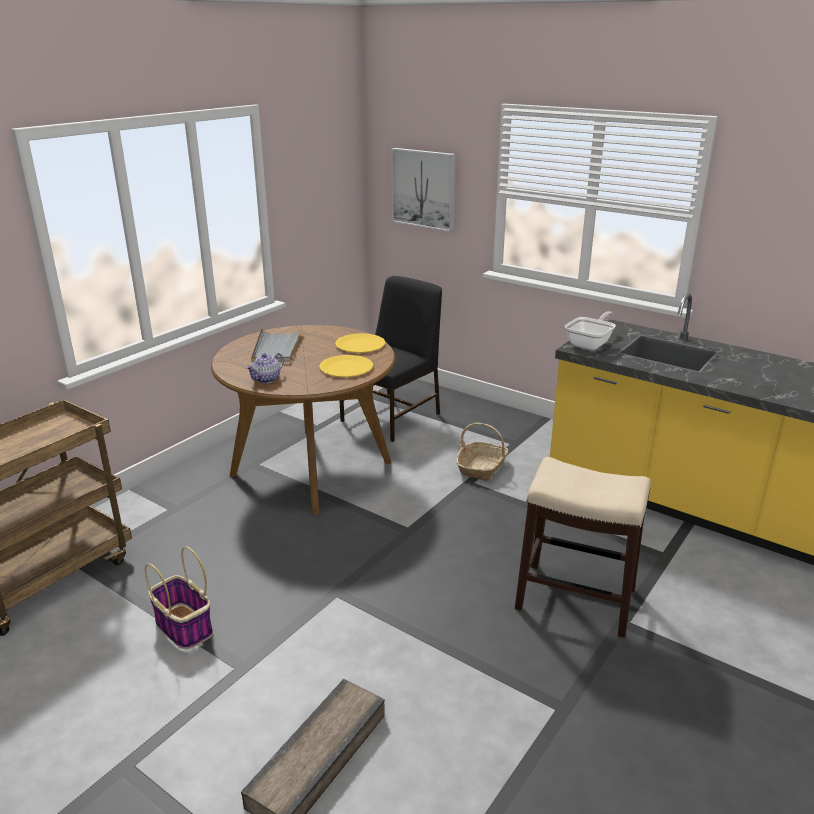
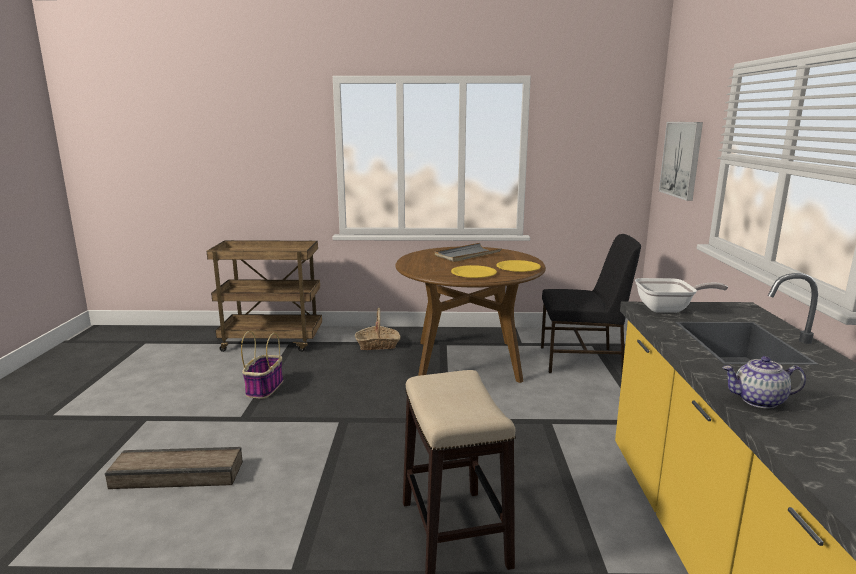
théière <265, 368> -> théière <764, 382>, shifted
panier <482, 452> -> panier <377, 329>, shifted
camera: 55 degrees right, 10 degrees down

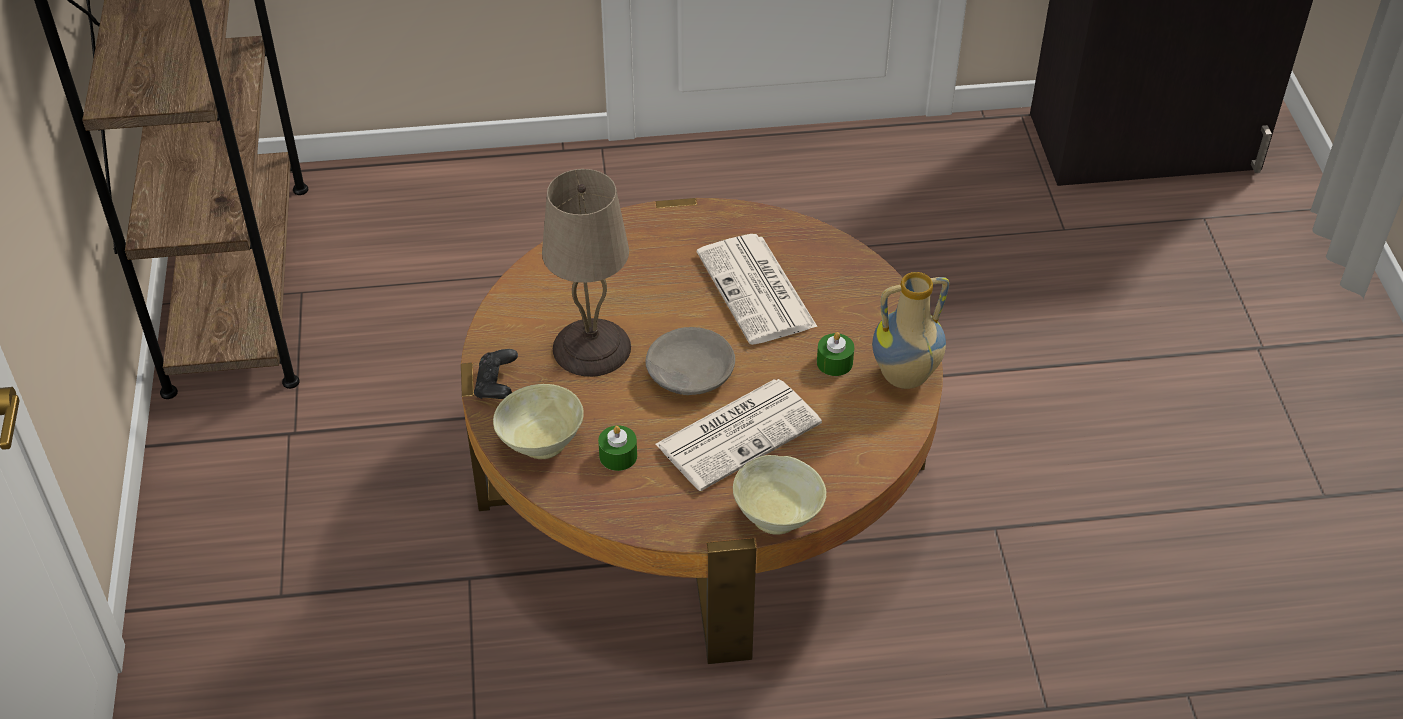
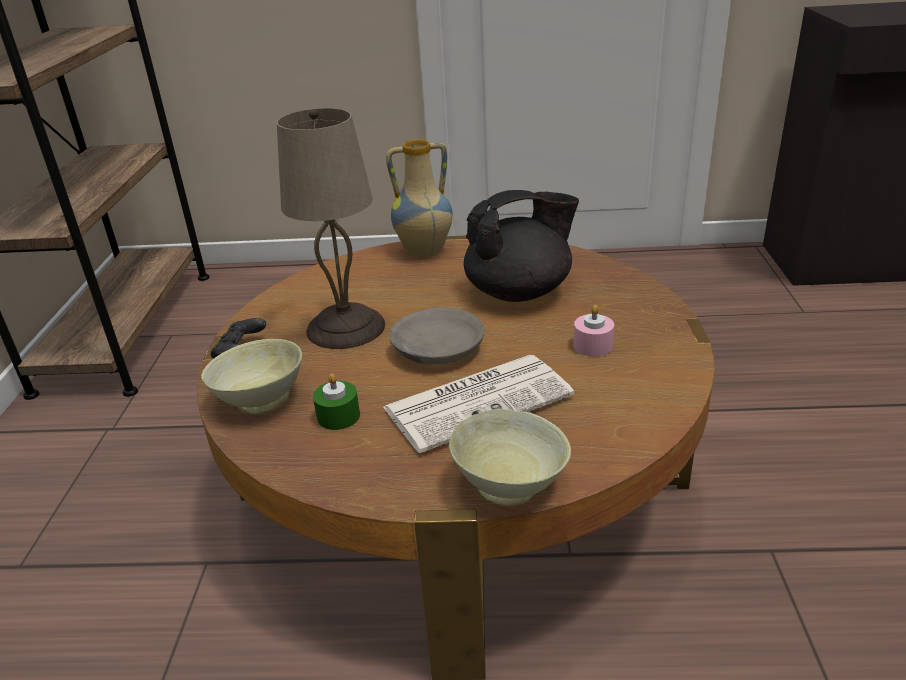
journal <757, 289> -> théière/noir <521, 246>
vase <910, 330> -> vase <419, 198>, shifted
bougie/vert <835, 354> -> bougie/rose <594, 331>
camera: 10 degrees right, 15 degrees down

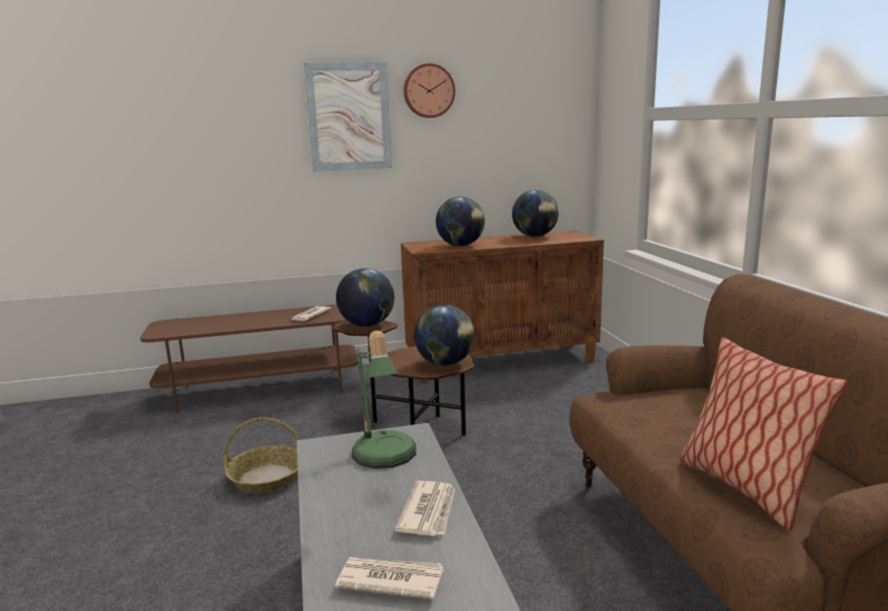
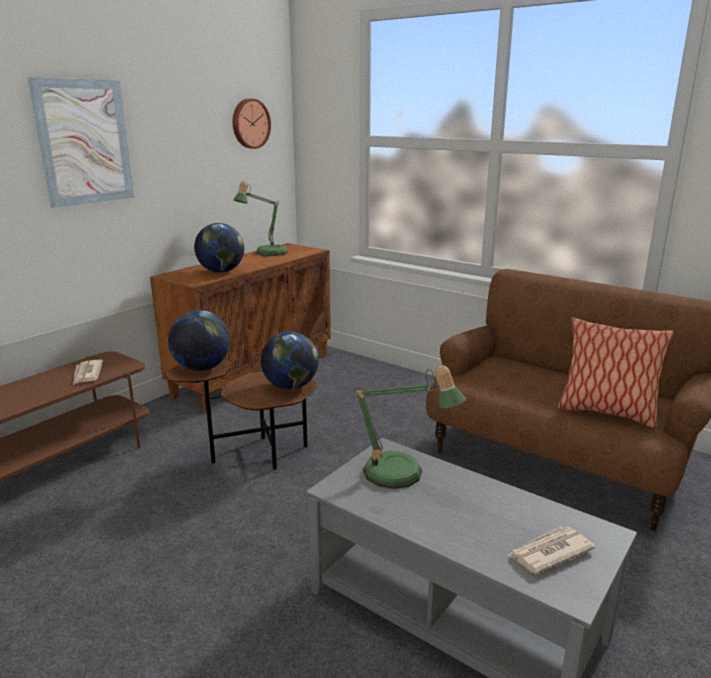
horloge murale <429, 90> -> horloge murale <252, 124>, shifted
globe <535, 213> -> lampe de table <260, 218>
panier <262, 455> -> none
journal <425, 508> -> none
camera: 40 degrees left, 5 degrees up

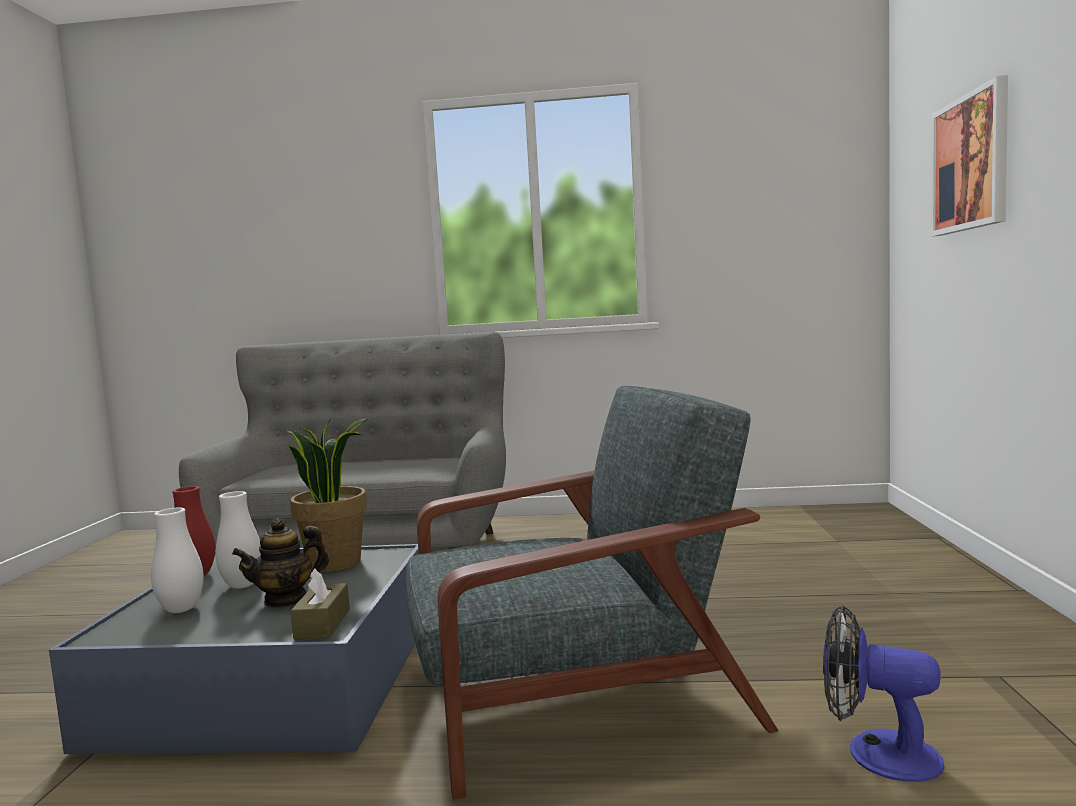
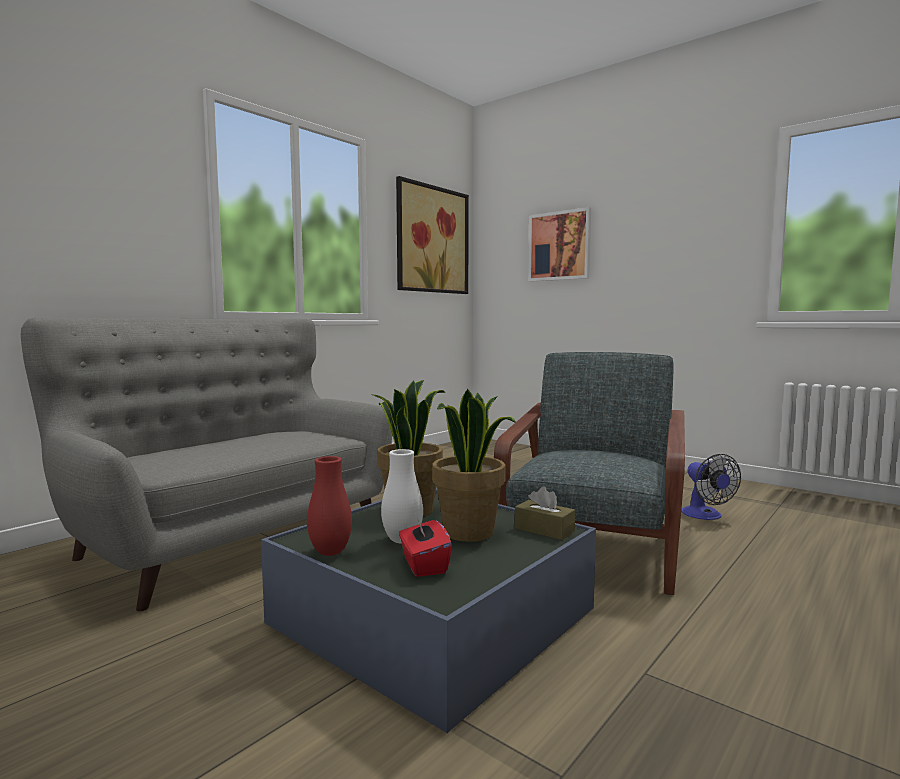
vase/blanc <177, 560> -> boîte à mouchoirs/rouge <425, 545>
théière <280, 563> -> plante en pot <474, 465>
ventilateur <883, 693> -> ventilateur <711, 487>, 75 degrees counterclockwise
none -> tableau <432, 235>
camera: 55 degrees left, 0 degrees up

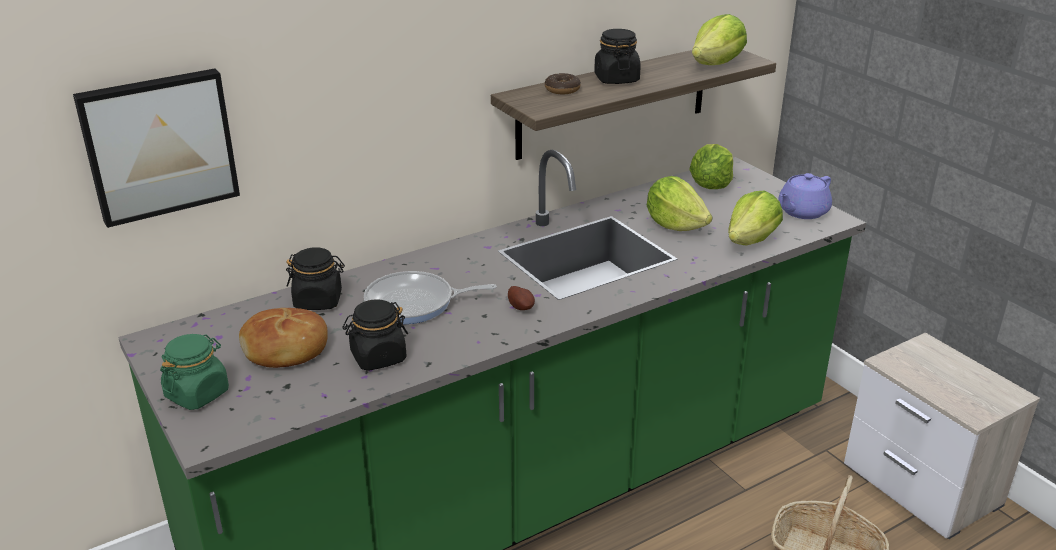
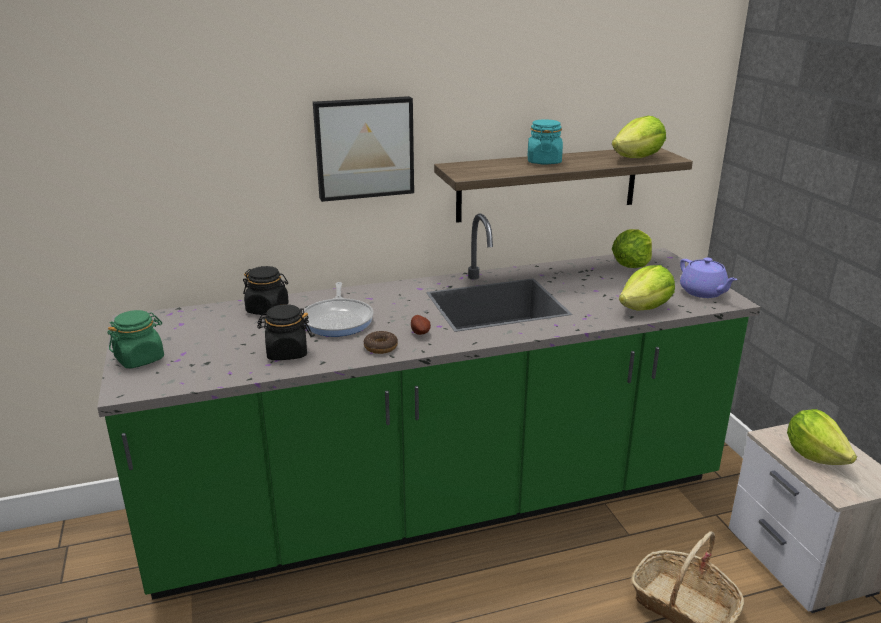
bocal/noir <617, 56> -> bocal/turquoise <545, 142>
tableau <156, 148> -> tableau <363, 149>, shifted
beignet <563, 83> -> beignet <381, 342>, shifted
théière/violet <805, 196> -> théière/violet <709, 278>, 90 degrees counterclockwise
laitue <680, 203> -> laitue <822, 437>, shifted
poêle <430, 297> -> poêle <338, 309>, 105 degrees counterclockwise
pain <283, 338> -> none
camera: 15 degrees right, 5 degrees down

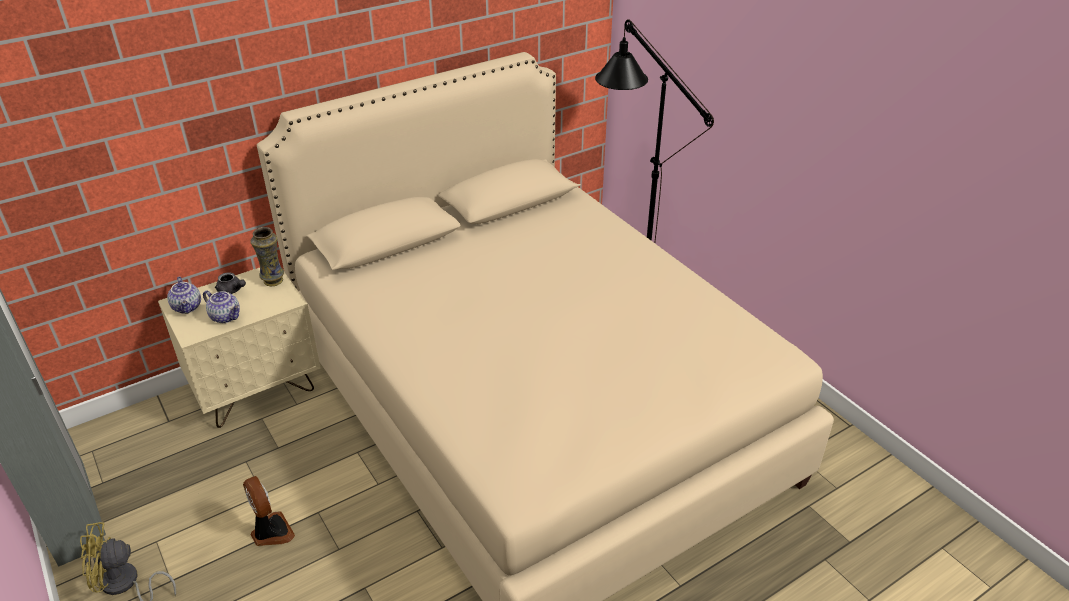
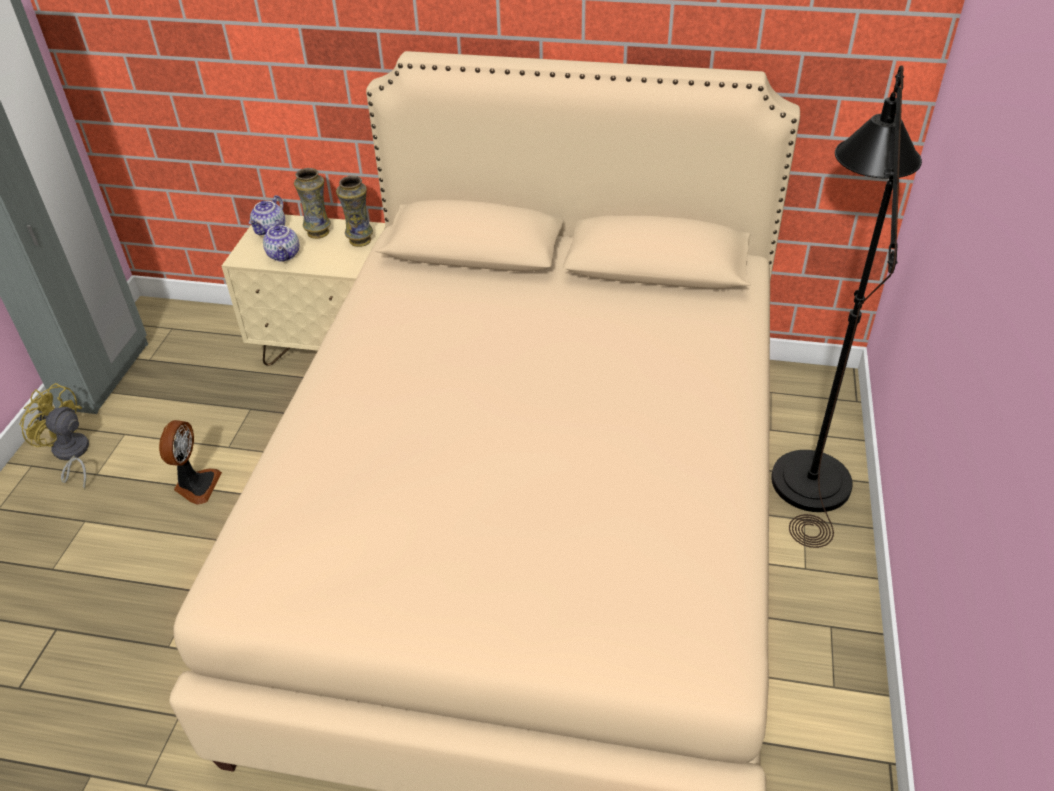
théière/gris <230, 283> -> vase <312, 203>
camera: 45 degrees right, 5 degrees up

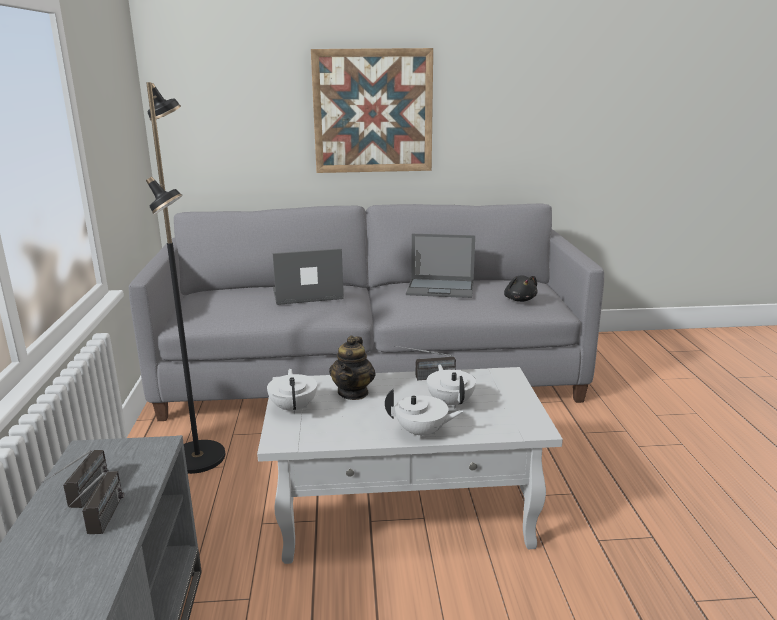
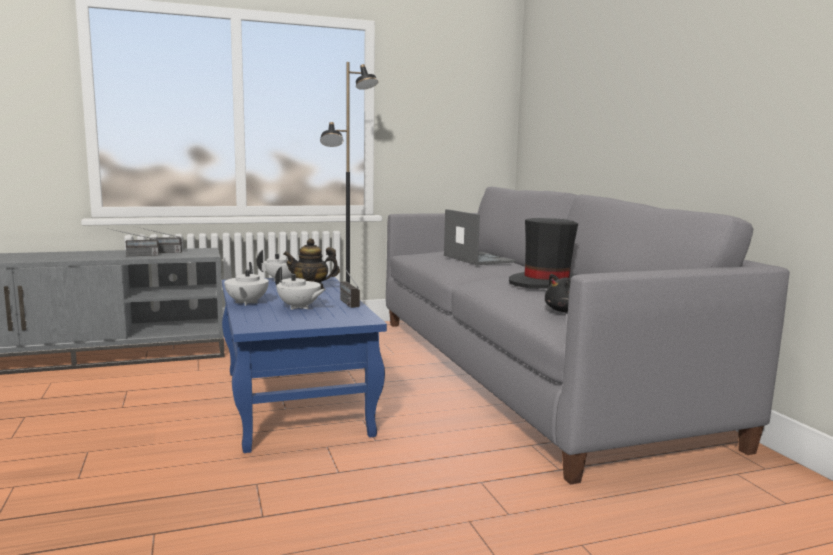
tableau <372, 110> -> none
ordinateur portable <440, 266> -> chapeau/noir <543, 253>
théière/blanc <451, 386> -> théière/blanc <300, 288>, 60 degrees clockwise
table basse/blanc <410, 465> -> table basse/bleu <304, 364>
camera: 75 degrees right, 10 degrees down

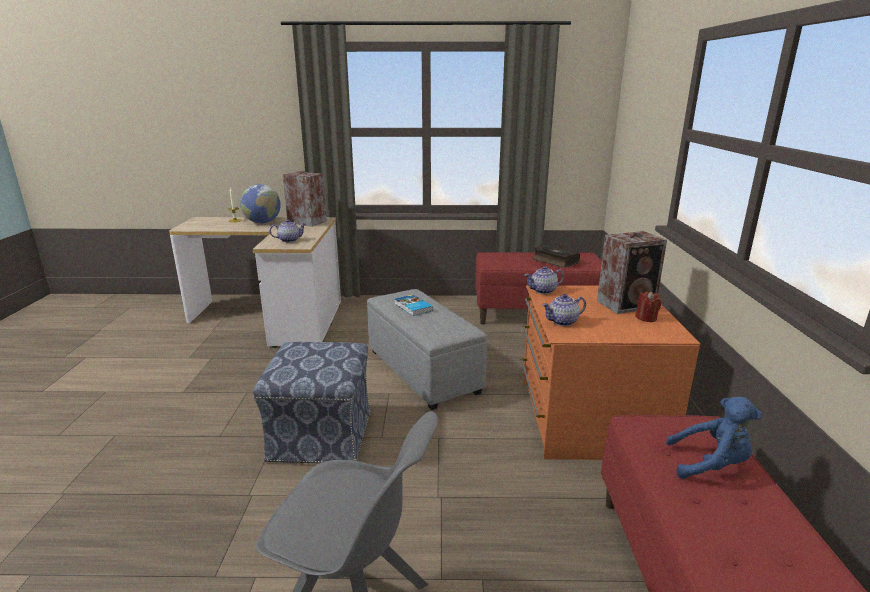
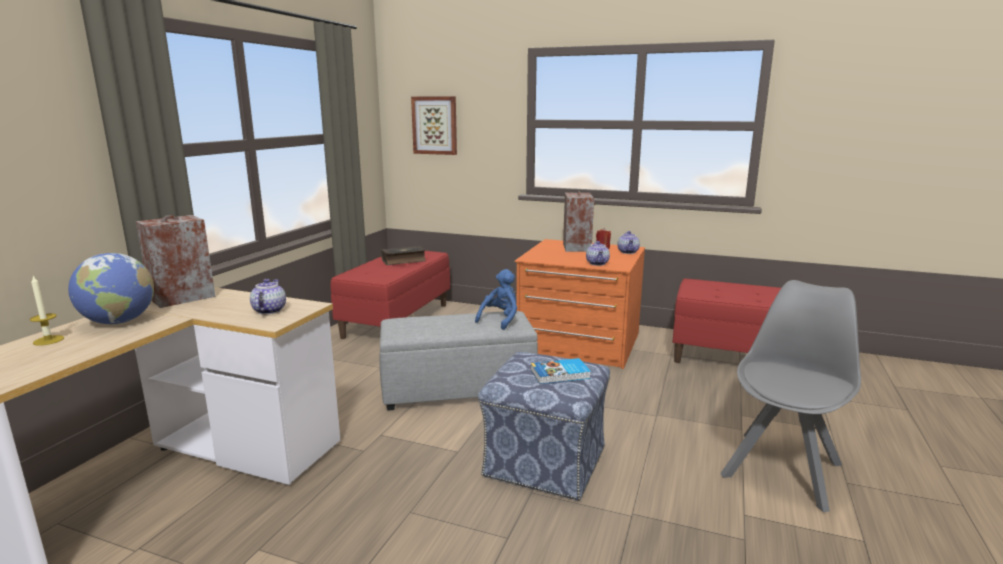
théière <544, 280> -> théière <628, 242>, shifted
livre <414, 305> -> livre <561, 371>, shifted
peluche/bleu <714, 438> -> peluche/bleu <496, 299>, shifted
none -> tableau <434, 125>
camera: 70 degrees left, 5 degrees down

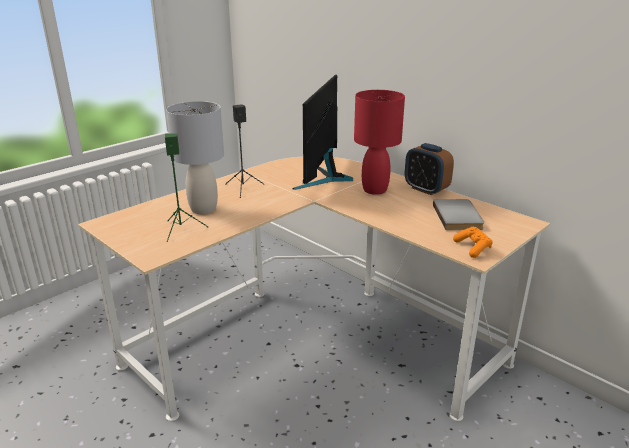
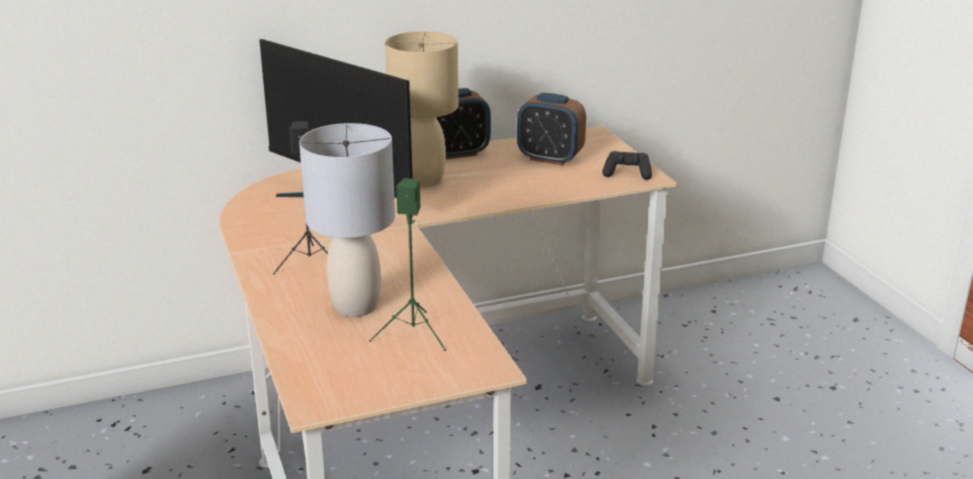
lampe de table/rouge <379, 142> -> lampe de table/beige <422, 109>
livre/gris <458, 214> -> réveil <551, 129>
manette/orange <473, 242> -> manette/noir <627, 165>
camera: 65 degrees left, 0 degrees up

